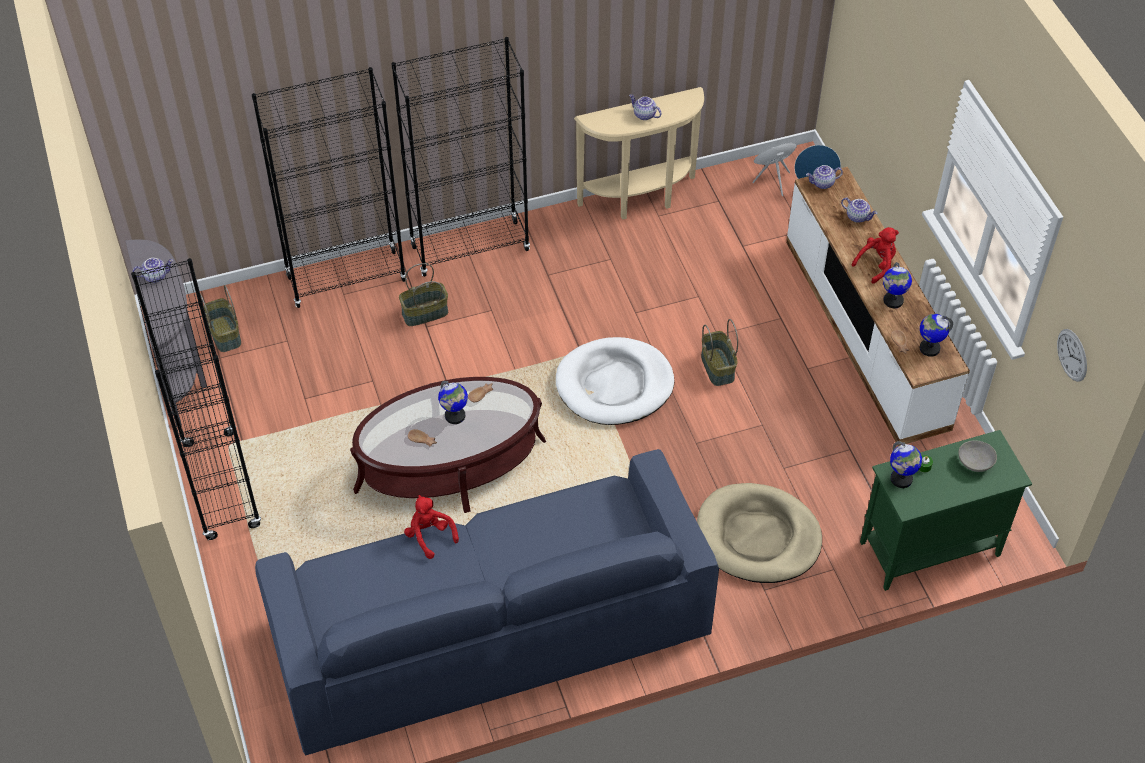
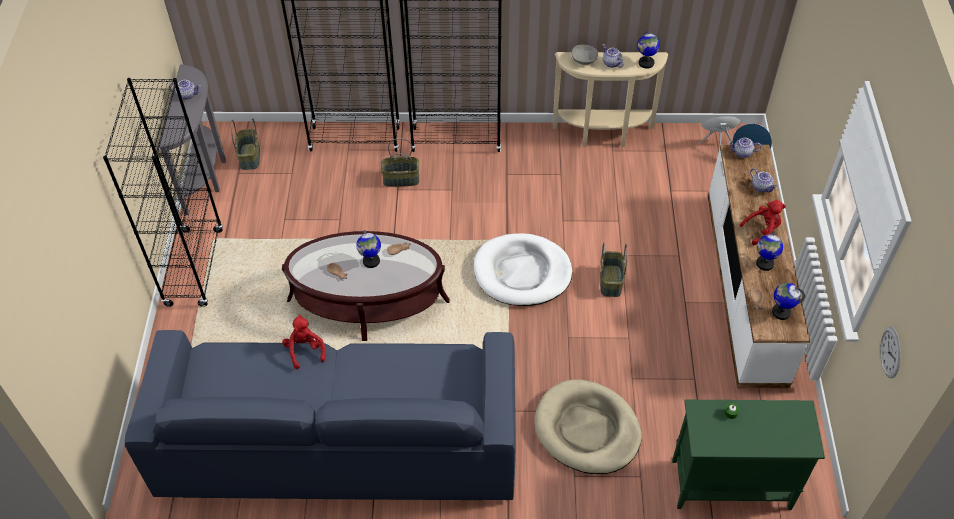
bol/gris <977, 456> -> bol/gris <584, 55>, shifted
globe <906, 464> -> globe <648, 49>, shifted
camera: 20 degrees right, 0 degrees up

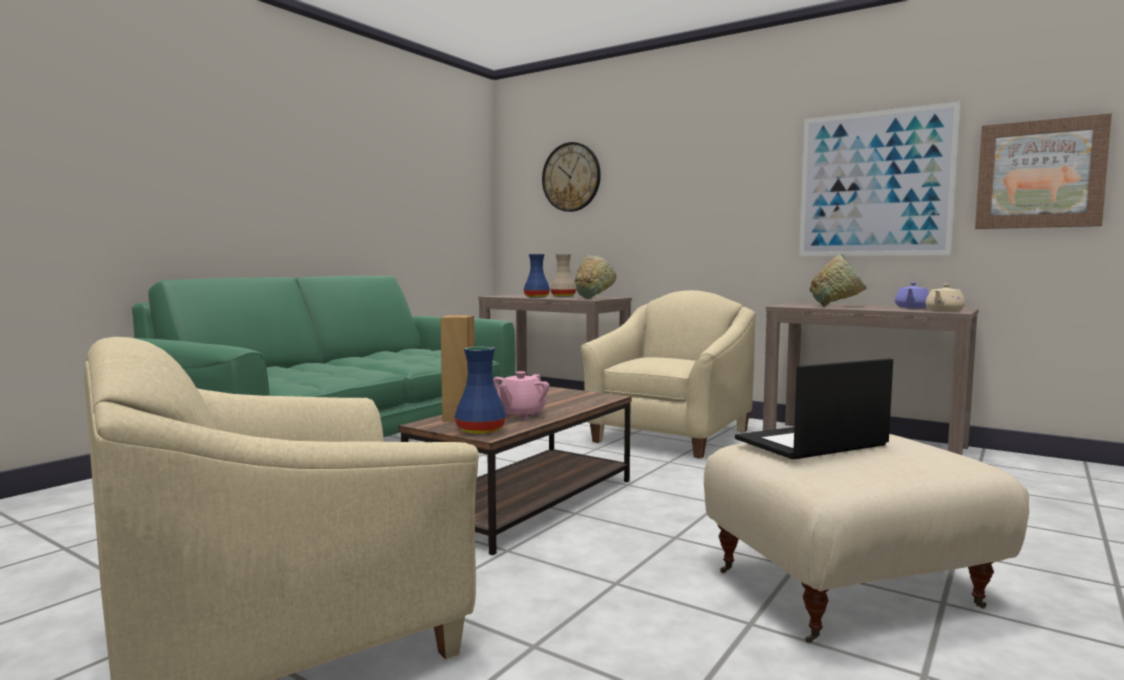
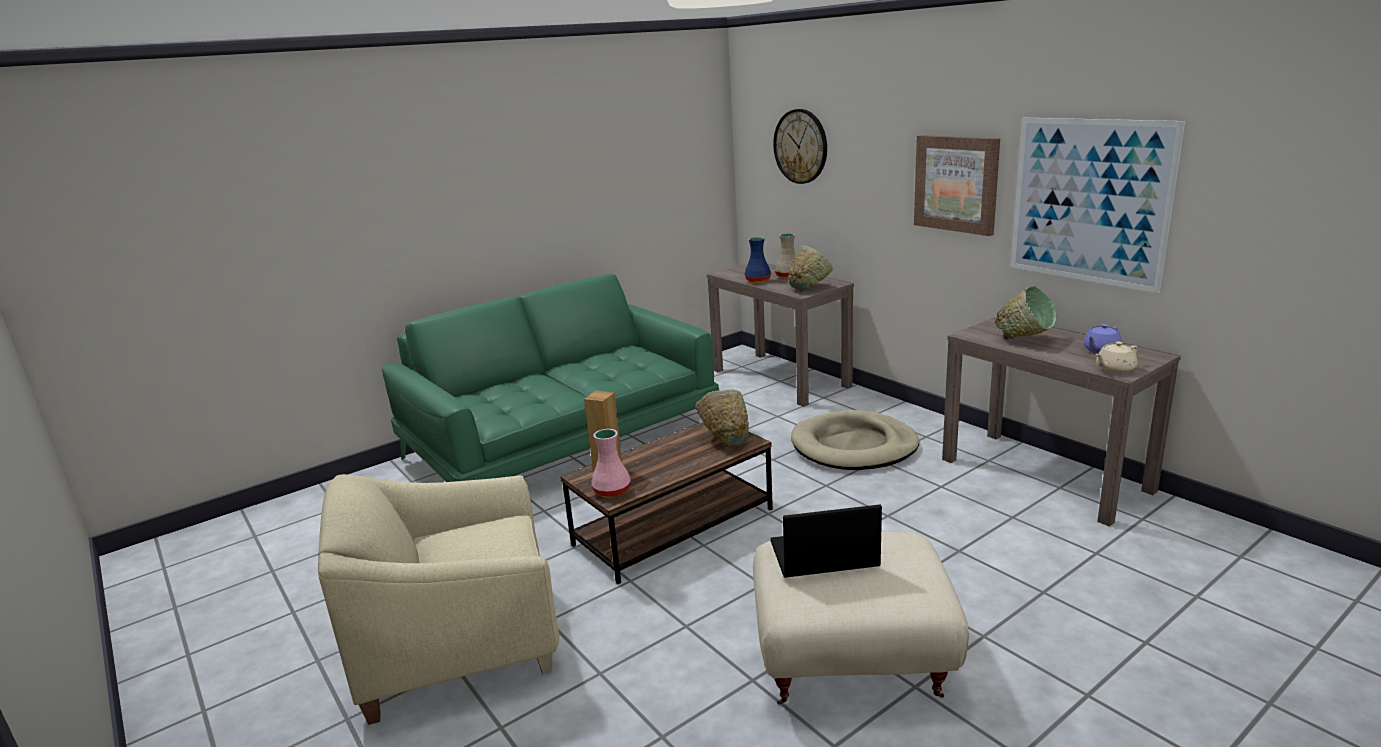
tableau <1043, 171> -> tableau <957, 185>, shifted
fauteuil/beige <668, 374> -> panier pour chien/beige <855, 440>
vase/bleu <480, 390> -> vase/rose <611, 463>
théière/rose <521, 395> -> none
none -> bol/vert <722, 417>
camera: 20 degrees right, 15 degrees up

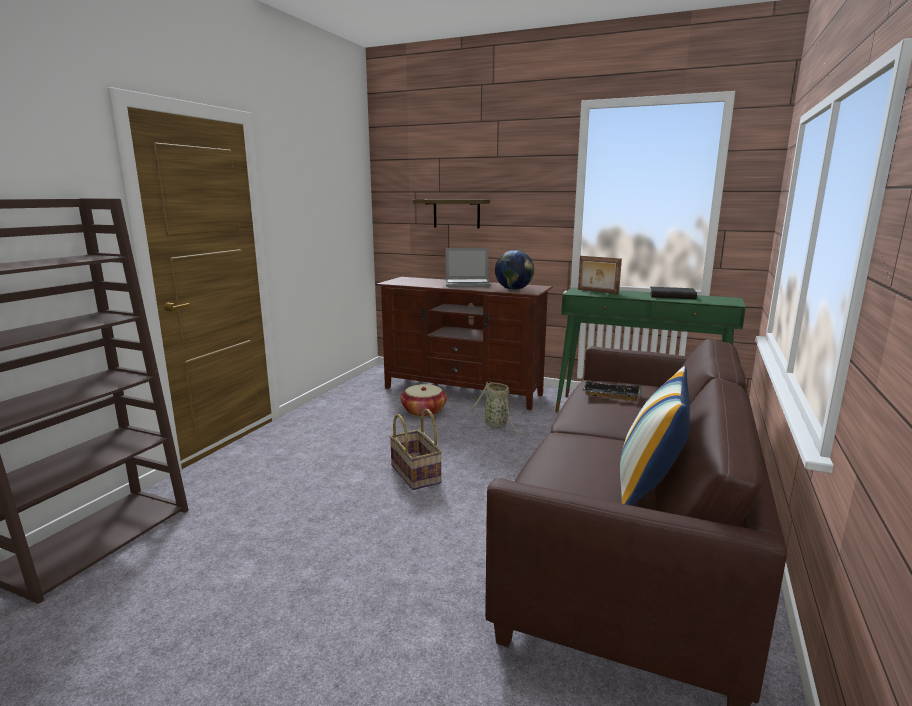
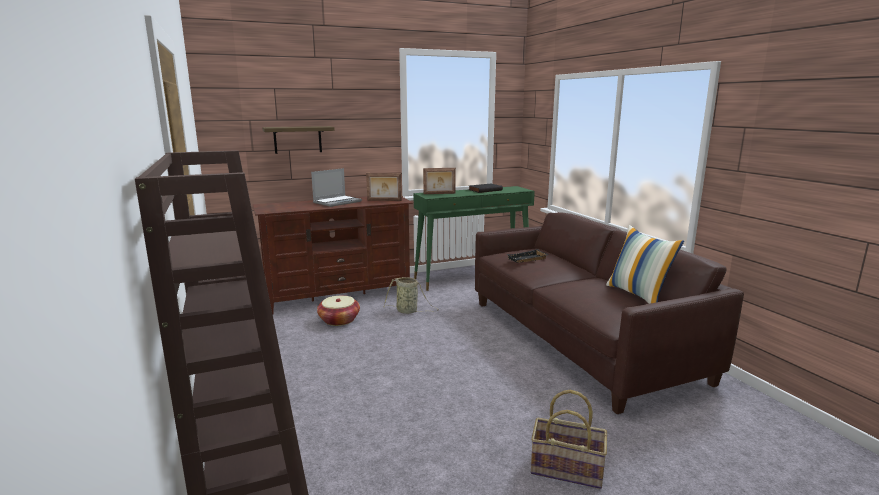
globe <514, 270> -> cadre photo <384, 187>
panier <415, 449> -> panier <569, 439>, shifted
camera: 45 degrees left, 0 degrees up

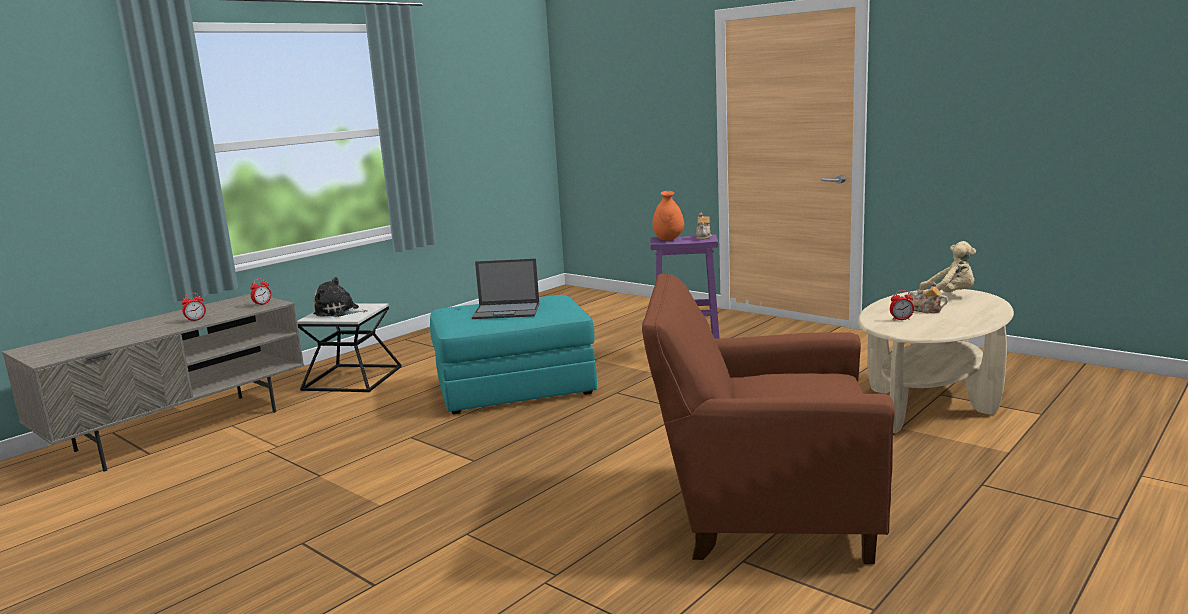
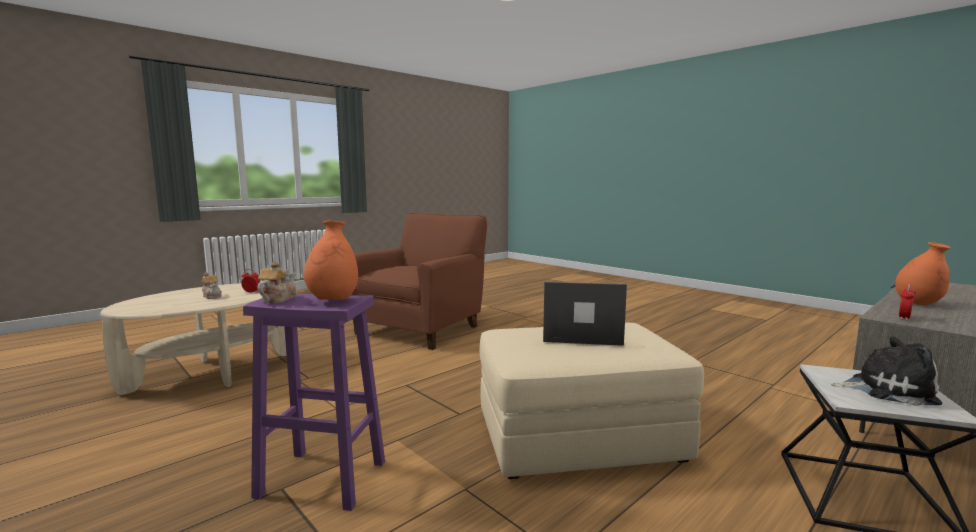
peluche/beige <948, 267> -> none
fauteuil/marron <768, 418> -> fauteuil/marron <419, 281>, 75 degrees counterclockwise
réveil <194, 307> -> vase/orange <923, 274>
pouf/turquoise <513, 354> -> pouf/beige <592, 401>
camera: 175 degrees left, 5 degrees down

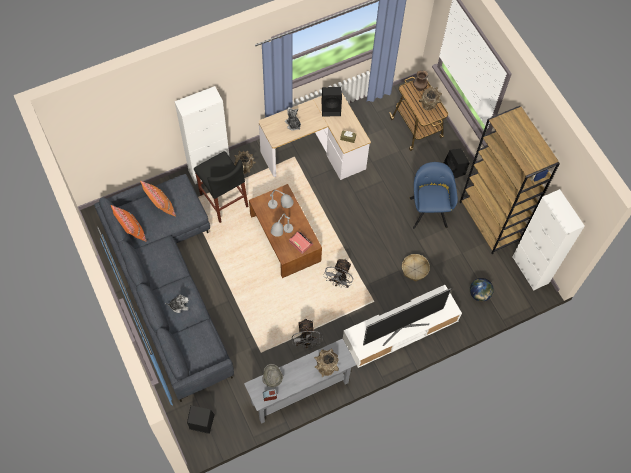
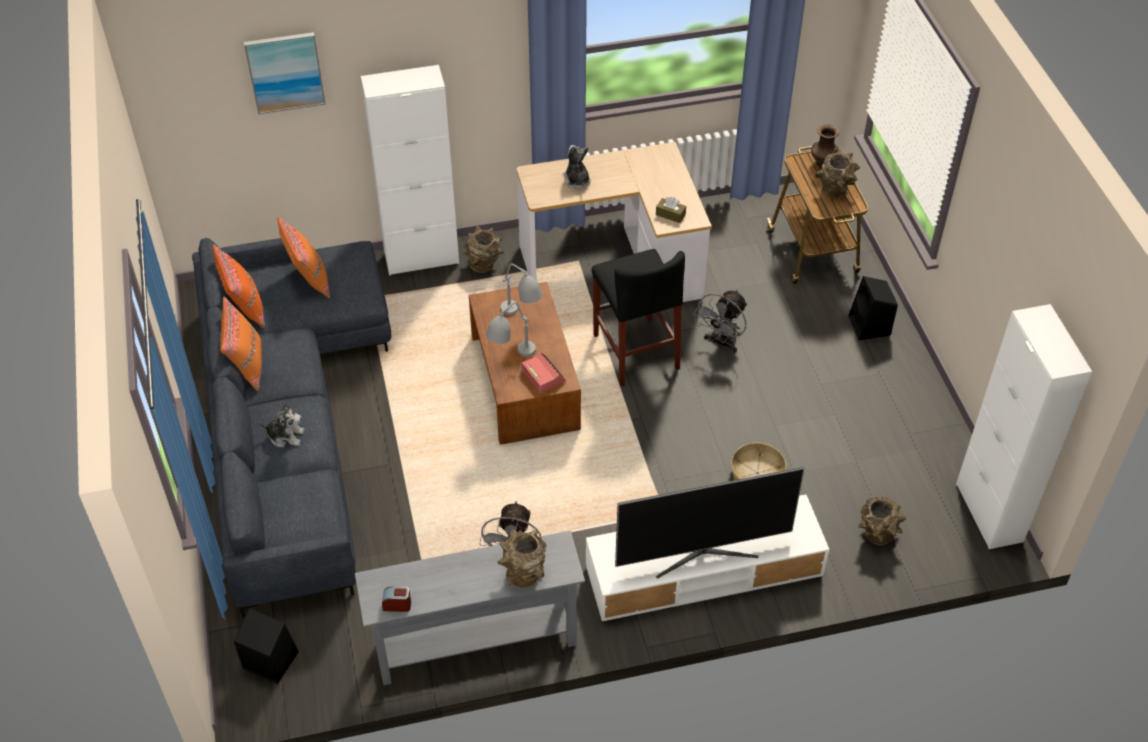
enceinte/noir <332, 101> -> none
bibliothèque/marron <510, 180> -> none
tabouret/noir <221, 187> -> tabouret/noir <638, 317>, shifted
fauteuil/bleu <433, 195> -> none
ventilateur/gris <338, 273> -> ventilateur/gris <720, 321>, shifted
globe <482, 290> -> vase/marron <882, 520>
chapeau/gris <273, 376> -> none
none -> tableau <284, 73>
none -> coussin/orange <241, 343>
camera: 15 degrees right, 15 degrees down

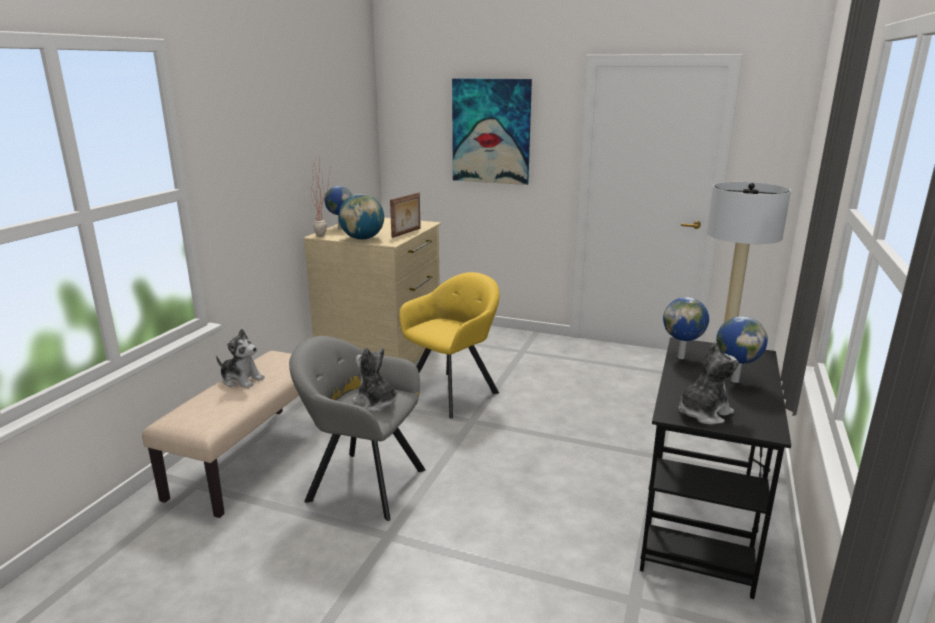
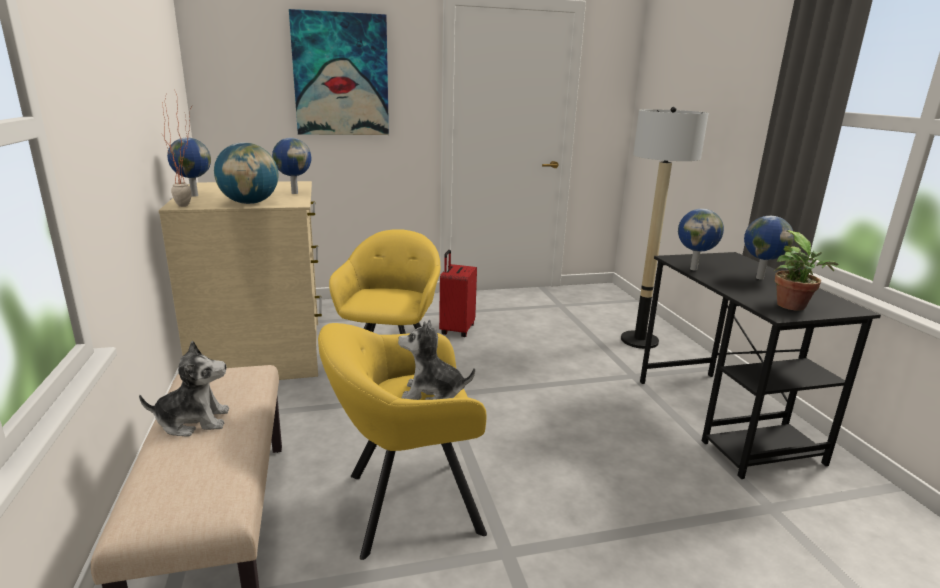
cadre photo <405, 215> -> globe <292, 166>
fauteuil/gris <357, 428> -> fauteuil/jaune <402, 441>
peluche <709, 383> -> plante en pot <805, 270>
none -> valise/rouge <458, 293>
camera: 35 degrees left, 0 degrees up

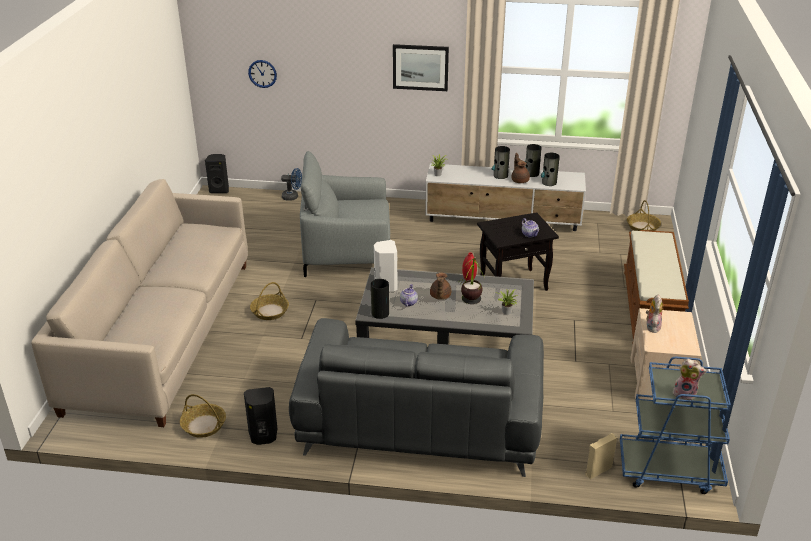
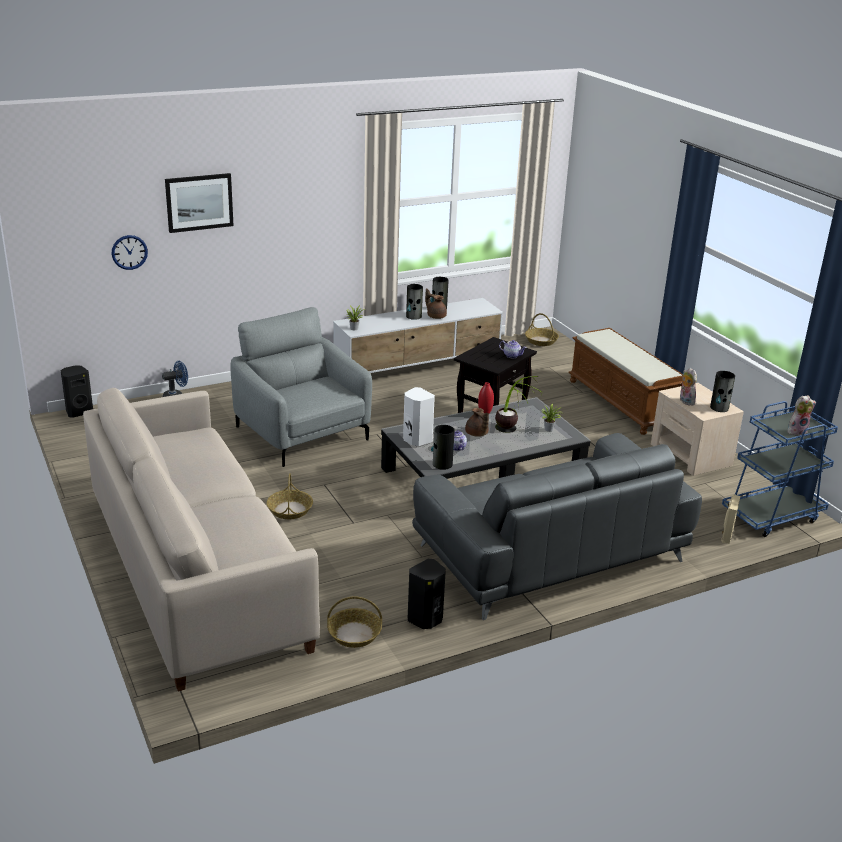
tableau <421, 67> -> tableau <199, 203>, shifted
fauteuil/gris <345, 214> -> fauteuil/gris <301, 387>, 90 degrees clockwise
vase <550, 169> -> vase <722, 391>, shifted
camera: 35 degrees left, 5 degrees down

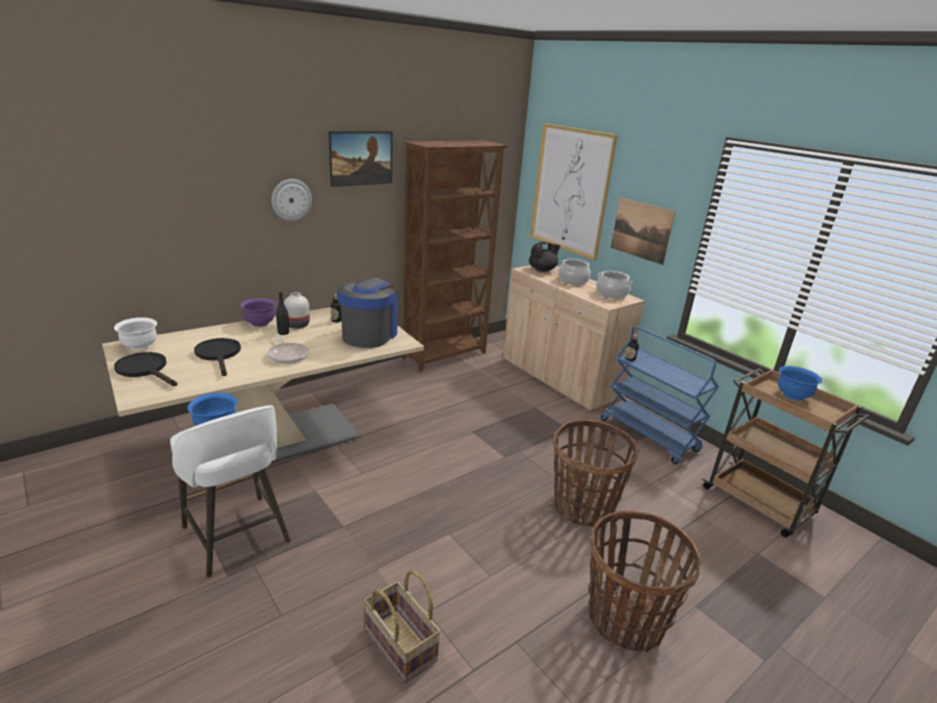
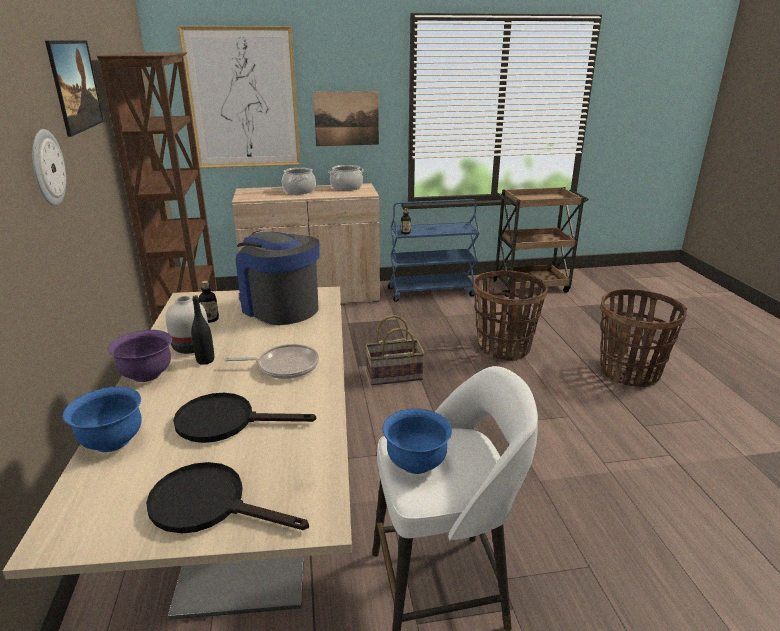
théière/noir <544, 257> -> none
bol/blanc <135, 333> -> none
poêle/noir <146, 369> -> poêle/noir <227, 497>, 45 degrees clockwise
bol/bleu <800, 383> -> bol/bleu <102, 419>, shifted
panier <402, 626> -> panier <395, 350>, shifted
camera: 60 degrees left, 0 degrees up

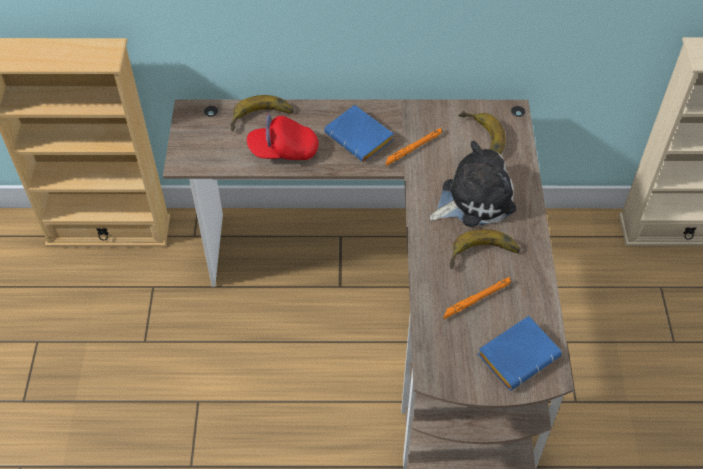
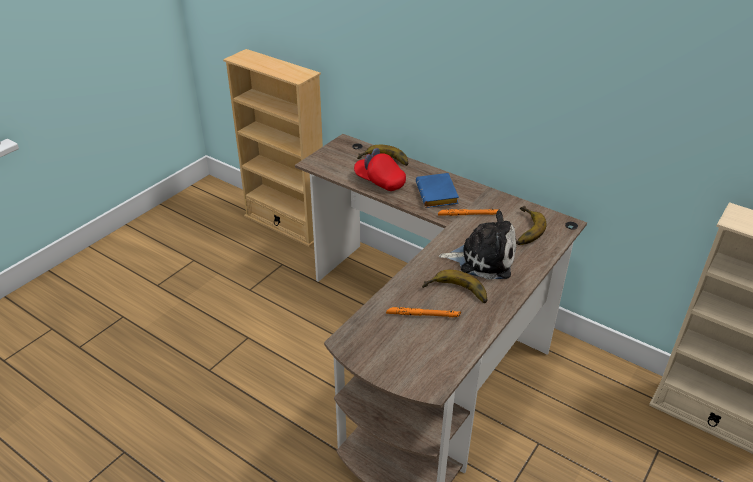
livre/bleu <520, 353> -> none
camera: 35 degrees right, 15 degrees down

